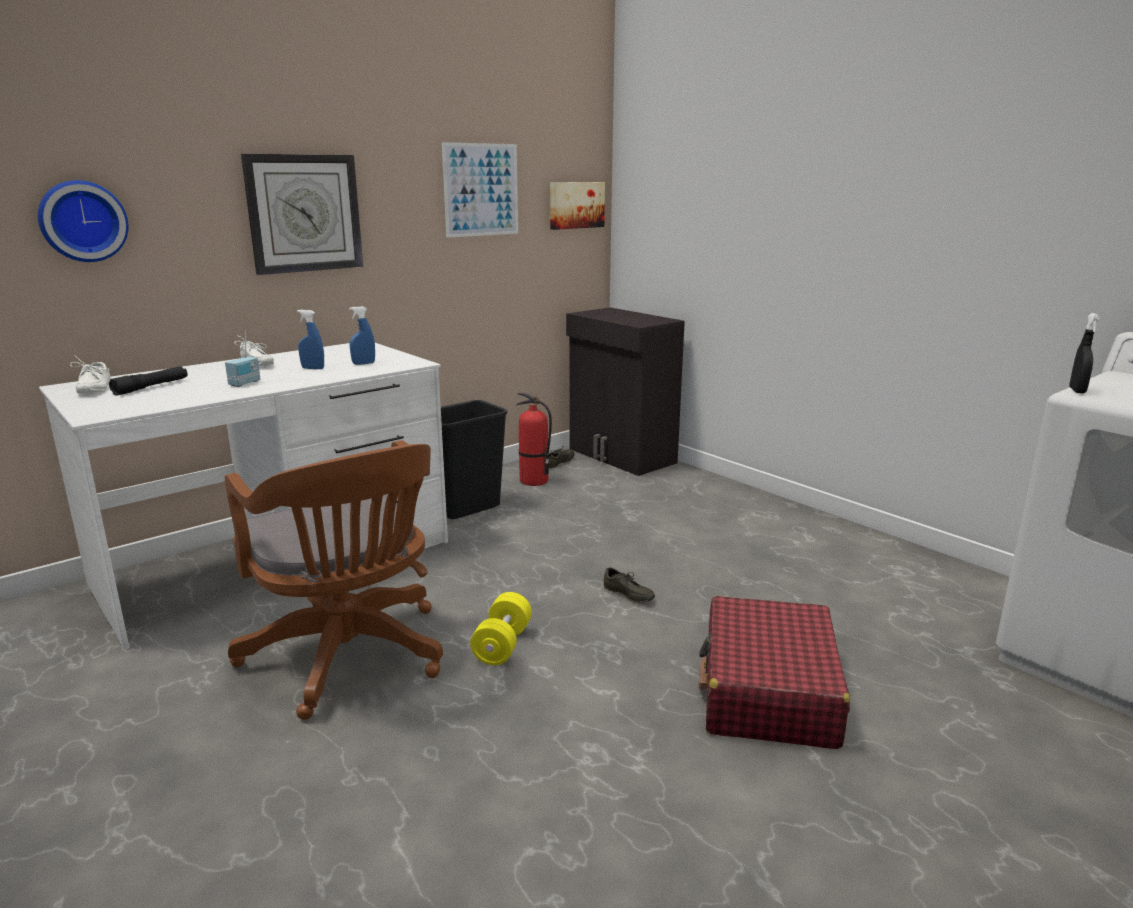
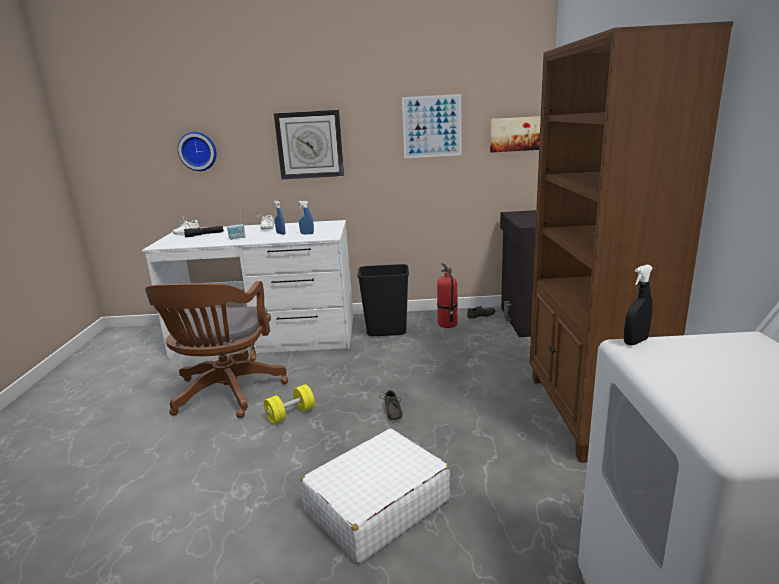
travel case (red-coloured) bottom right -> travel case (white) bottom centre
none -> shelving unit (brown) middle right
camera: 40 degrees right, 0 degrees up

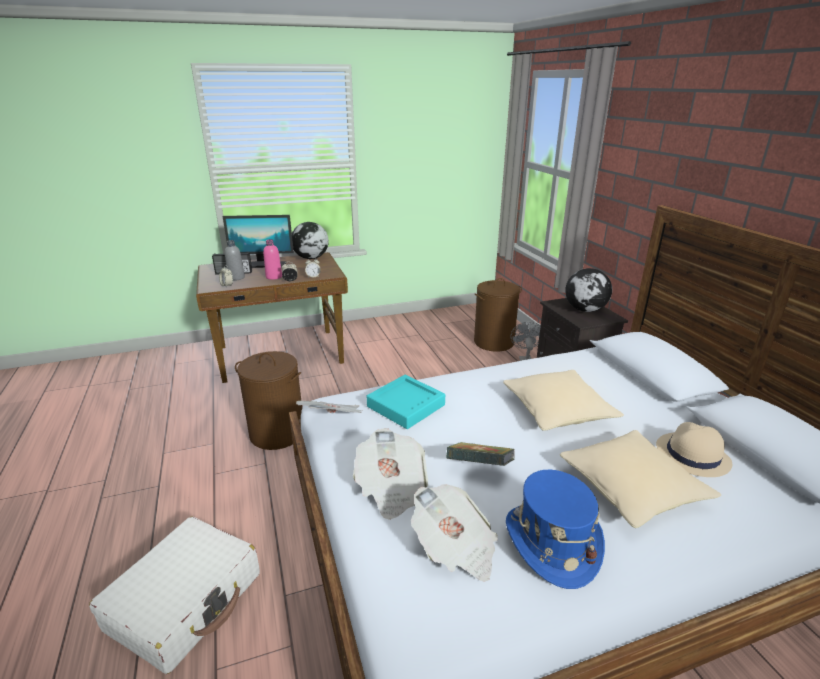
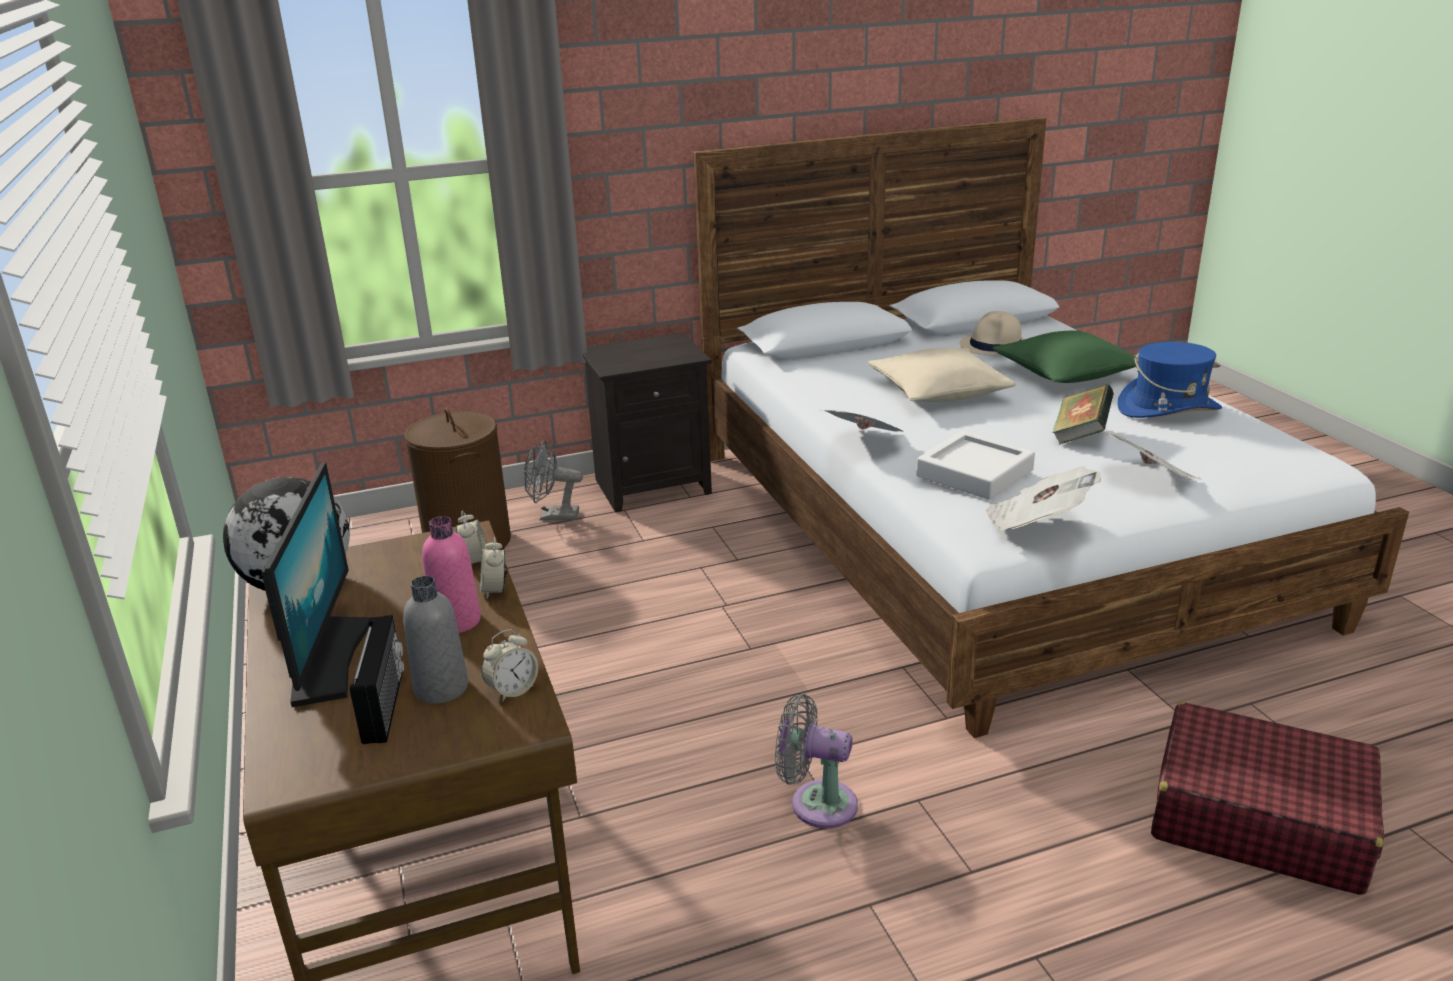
hamper (brown) (1st from left) middle left -> electric fan (greyish) (2nd from left) bottom centre
newspaper (3rd from left in the first image) bottom centre -> newspaper (1st from left) centre, move
tray (blue-green) centre -> tray (white) middle right
cushion (sand-coloured) (2nd from left) bottom right -> cushion (greenish) middle right
travel case (white) bottom left -> travel case (red-coloured) bottom right
globe (2nd from left) middle right -> none
camera: 90 degrees left, 0 degrees up

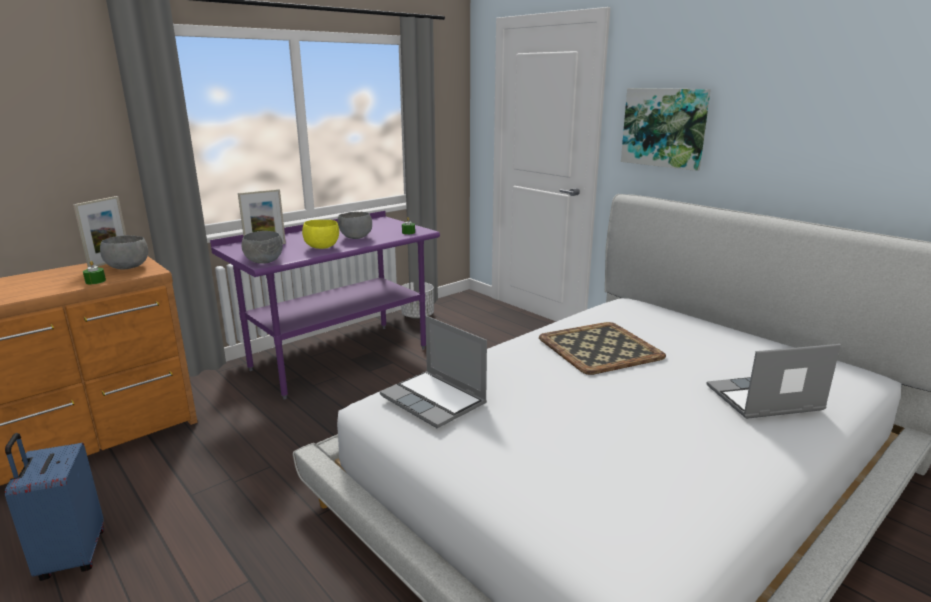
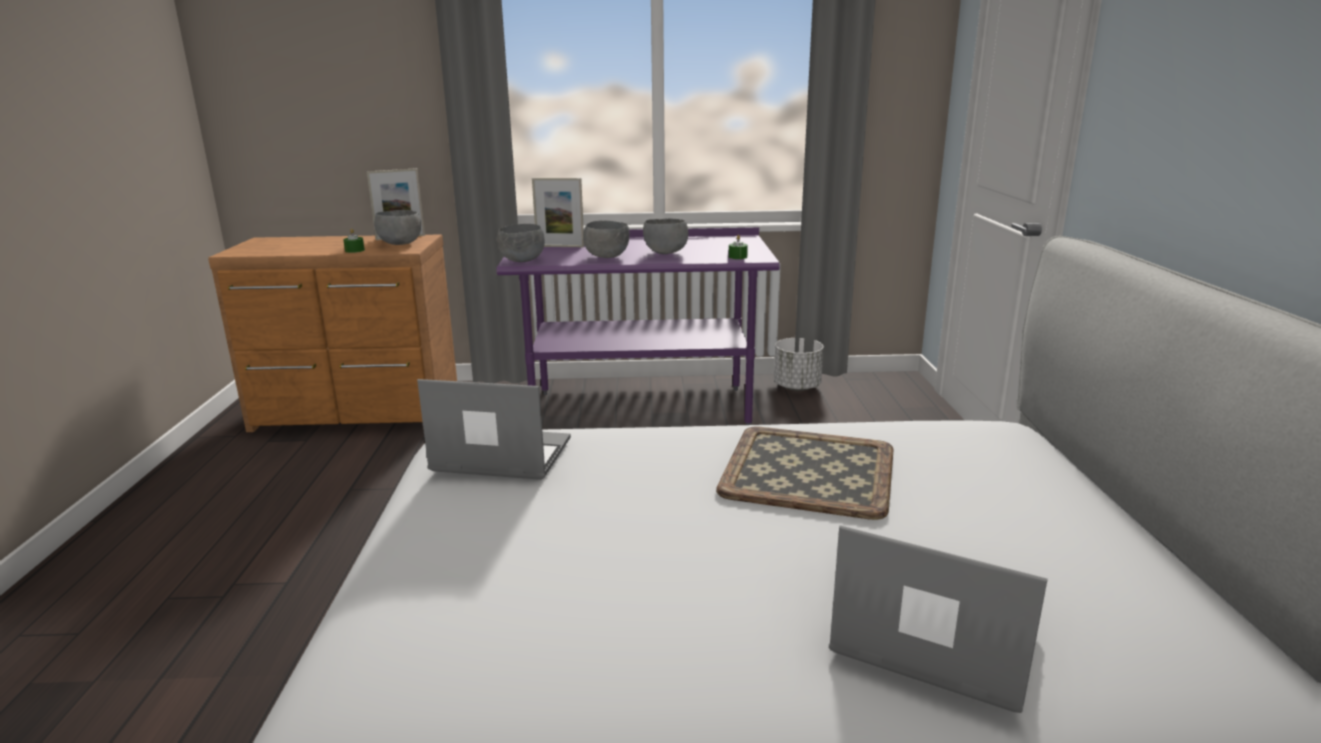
portable computer (1st from left) centre, 105 degrees clockwise
deep dish (yellow-coloured) centre -> deep dish (greyish) (3rd from left) top centre
travel case (bluish) bottom left -> none
wall art top right -> none
camera: 40 degrees right, 0 degrees up

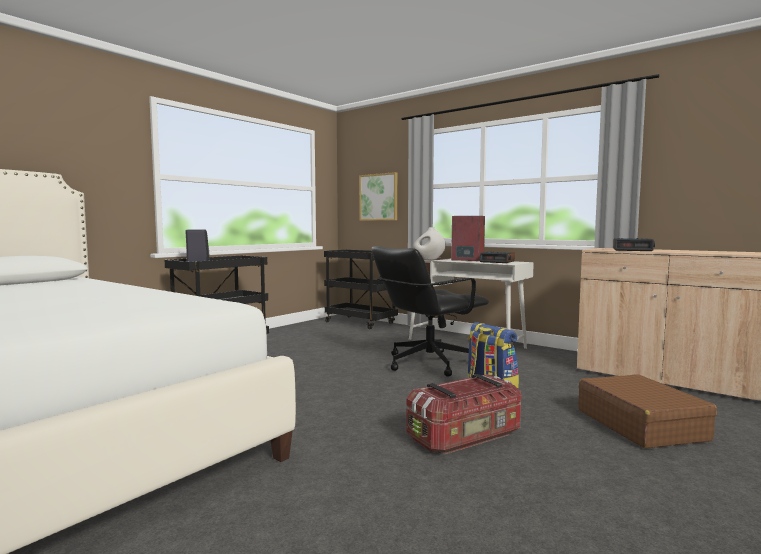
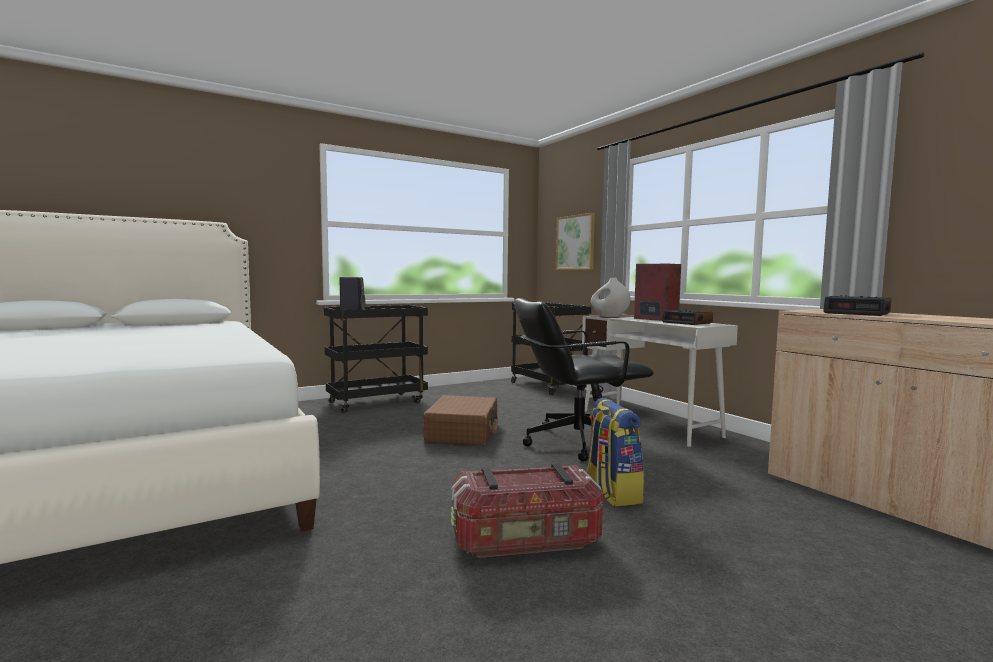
travel case (brown) bottom right -> travel case (brown) centre, move
camera: 20 degrees right, 0 degrees up

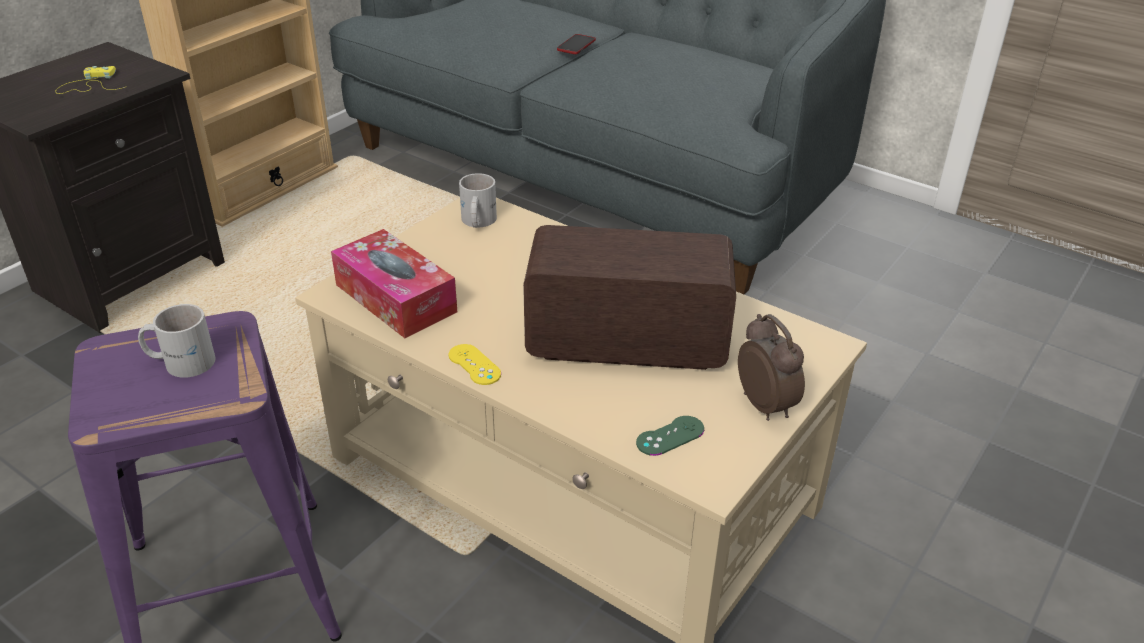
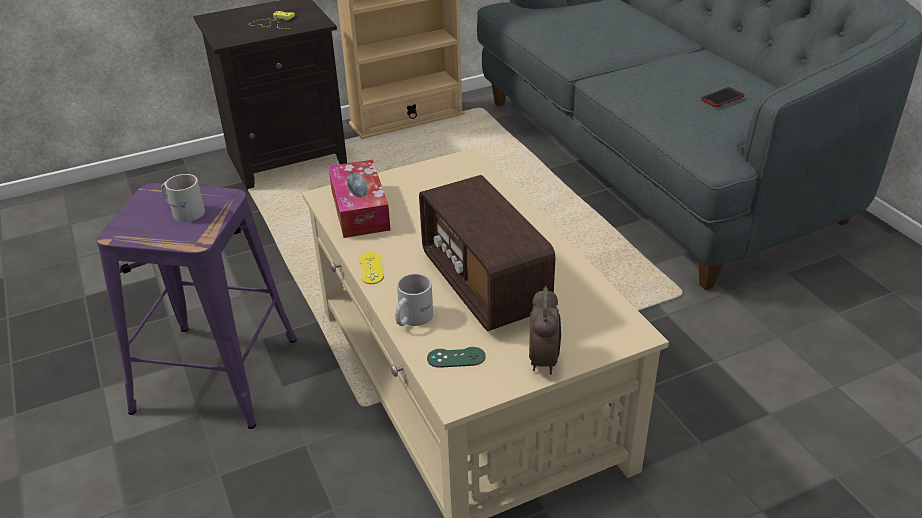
mug (white) (2nd from left) top centre -> mug (white) (2nd from left) centre, move
radio set centre, 150 degrees counterclockwise
telephone top centre -> telephone top right, move
camera: 30 degrees right, 0 degrees up

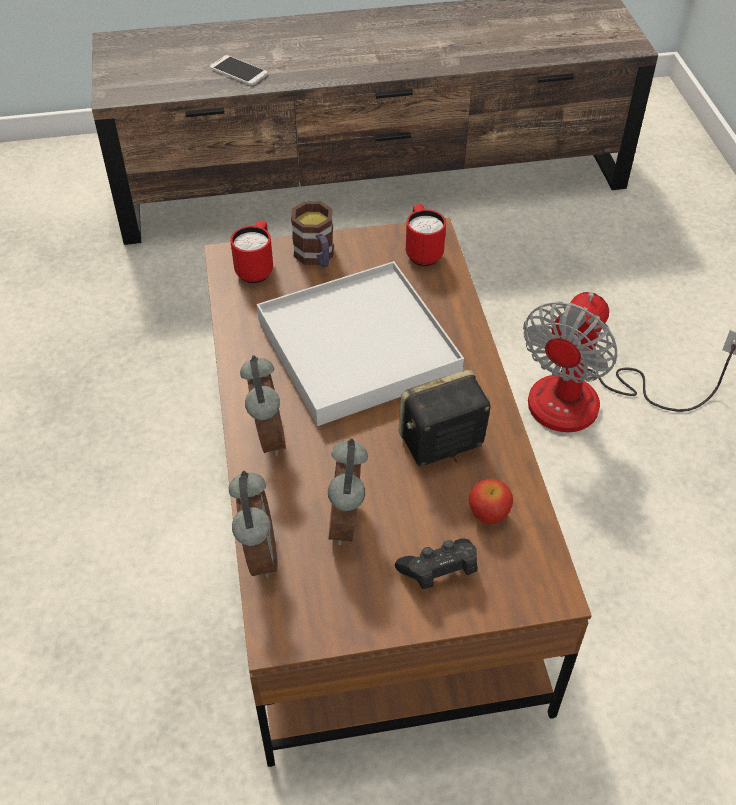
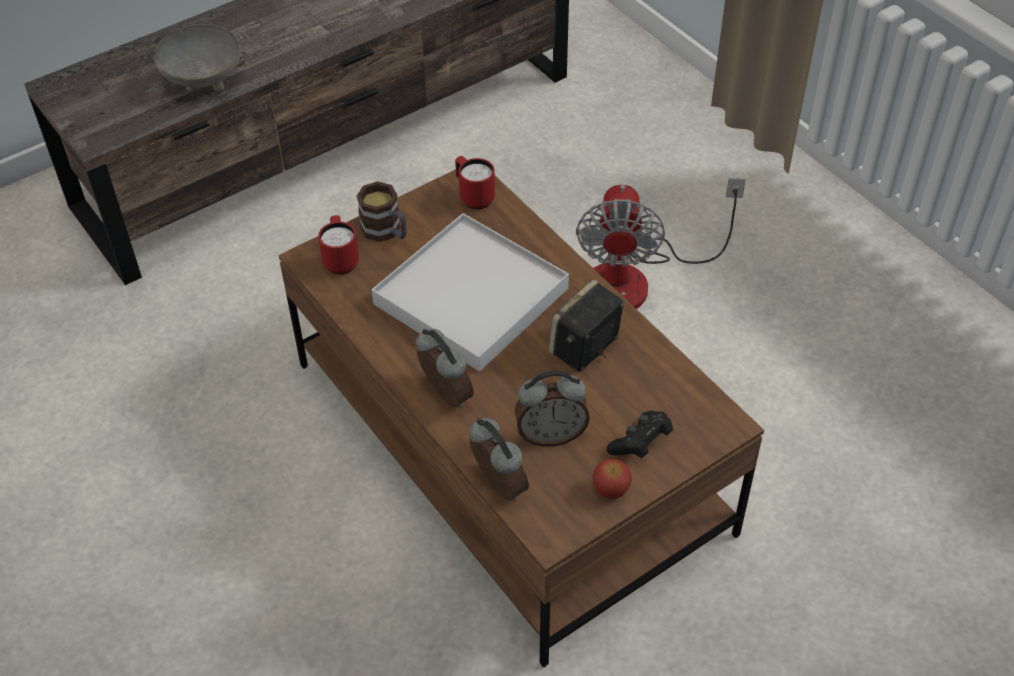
telephone top left -> deep dish (greyish) top left
bedside clock (3rd from left) centre, 75 degrees counterclockwise
whole apple middle right -> whole apple bottom centre, move
camera: 25 degrees left, 0 degrees up

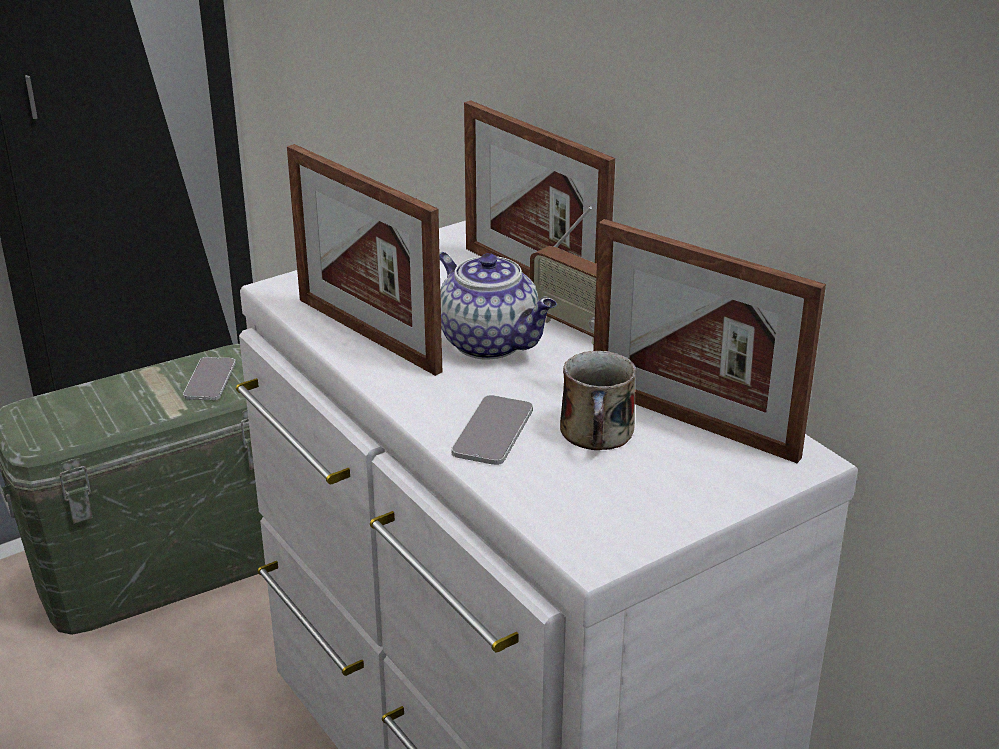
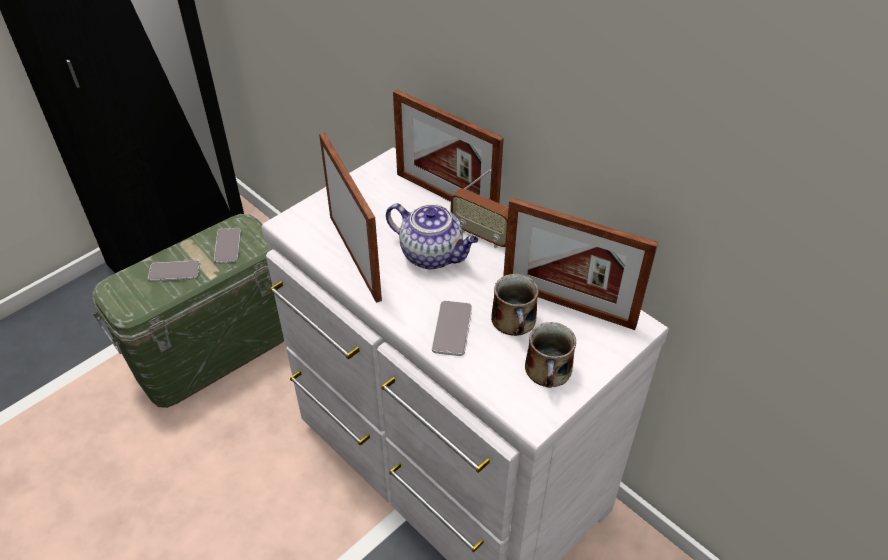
none -> telephone (1st from left) middle left
photo frame (1st from left) centre, 150 degrees counterclockwise
none -> mug (2nd from left) centre
camera: 10 degrees left, 15 degrees up

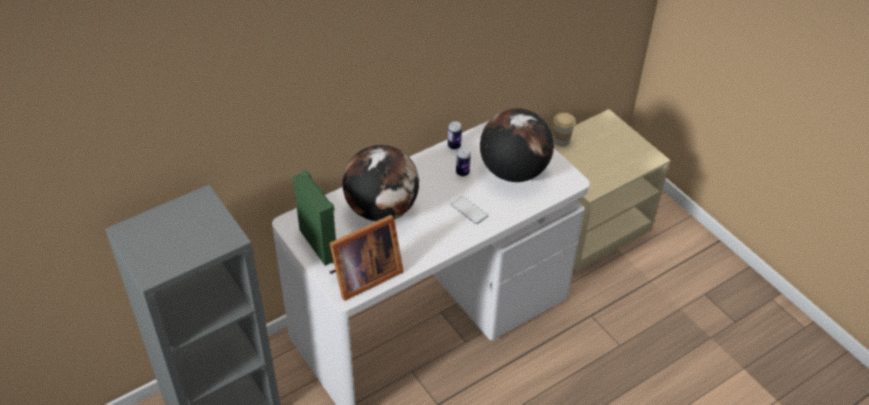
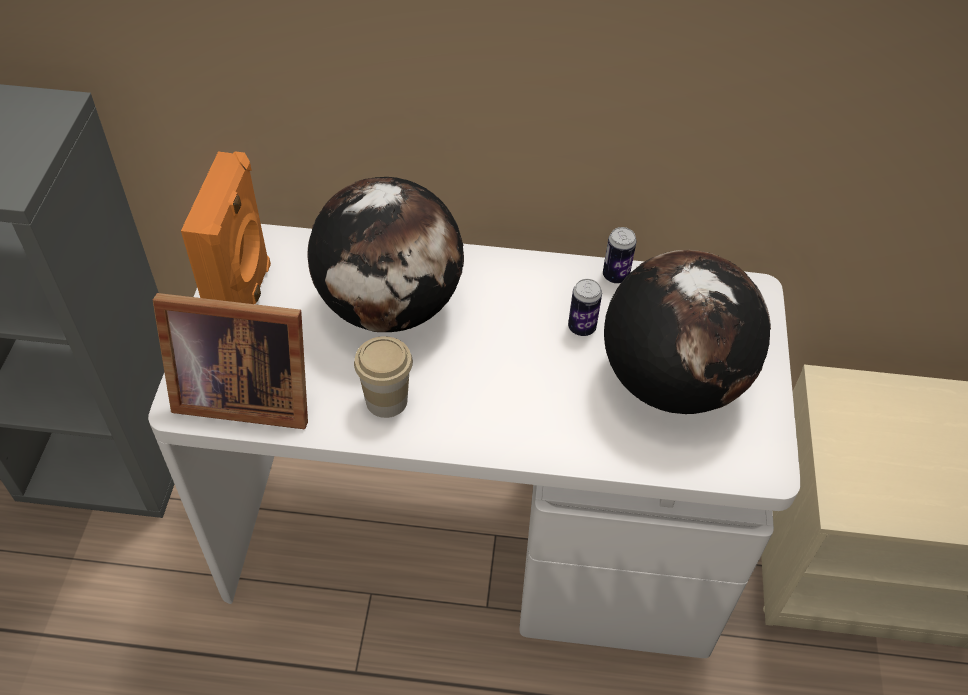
loudspeaker (greenish) centre -> loudspeaker (orange) top left
small cup top centre -> small cup centre, move
telephone centre -> none
camera: 40 degrees right, 5 degrees up

